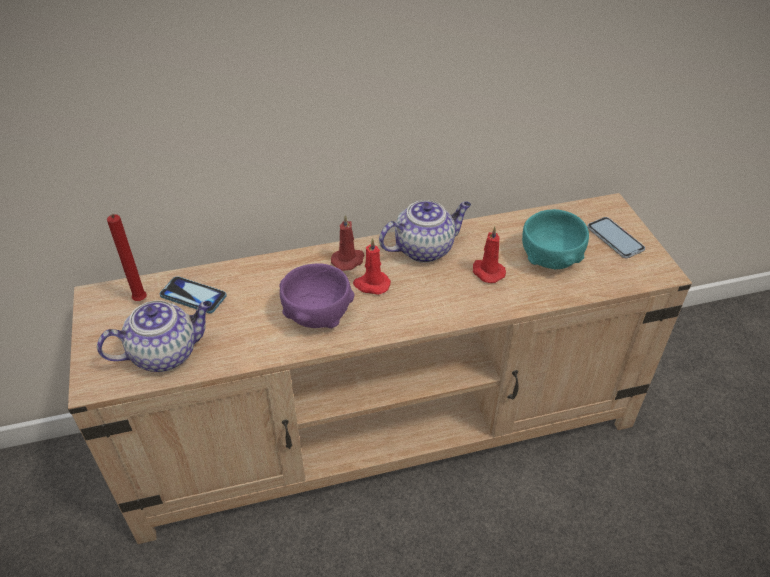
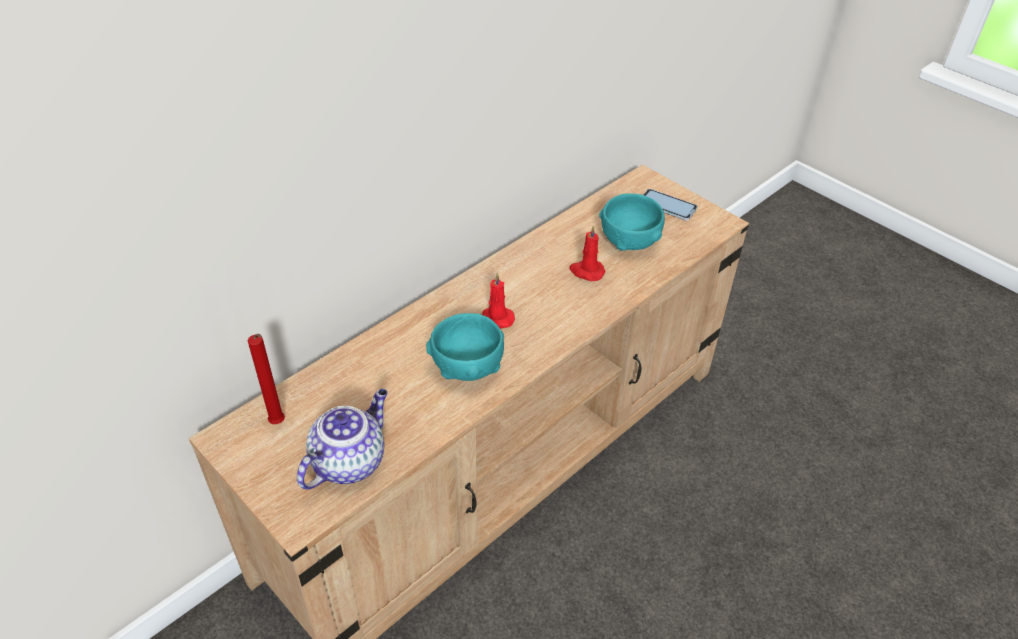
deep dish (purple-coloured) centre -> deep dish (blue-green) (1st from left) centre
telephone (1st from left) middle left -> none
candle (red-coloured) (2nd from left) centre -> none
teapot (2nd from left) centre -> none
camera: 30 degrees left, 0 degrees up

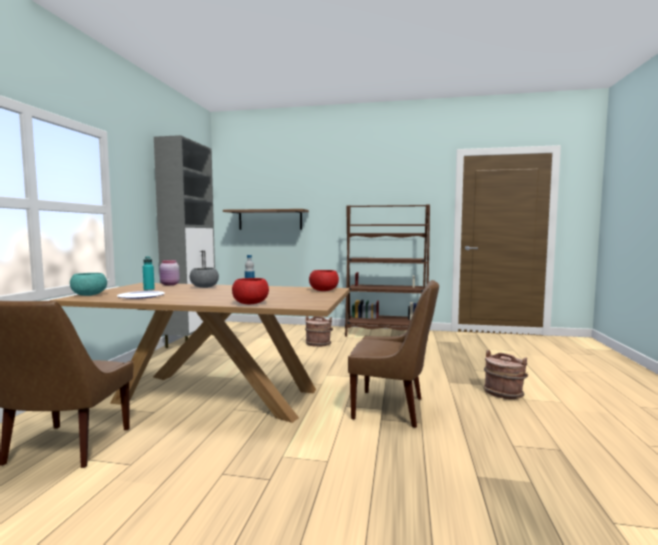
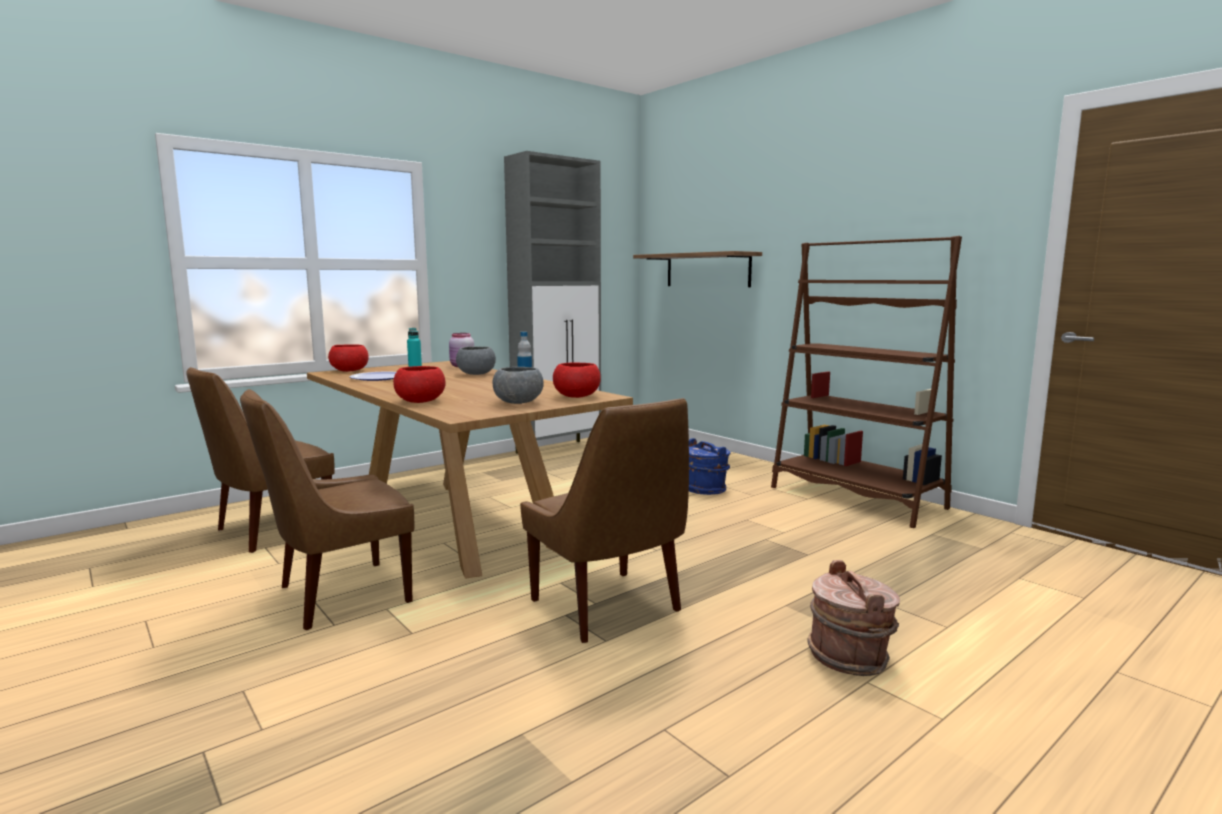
none -> plain chair (brown) (2nd from left) middle left
deep dish (blue-green) middle left -> deep dish (red-coloured) (1st from left) middle left
none -> deep dish (greyish) (2nd from left) centre
water bucket (brown) (1st from left) centre -> water bucket (bluish) centre
camera: 40 degrees right, 5 degrees up

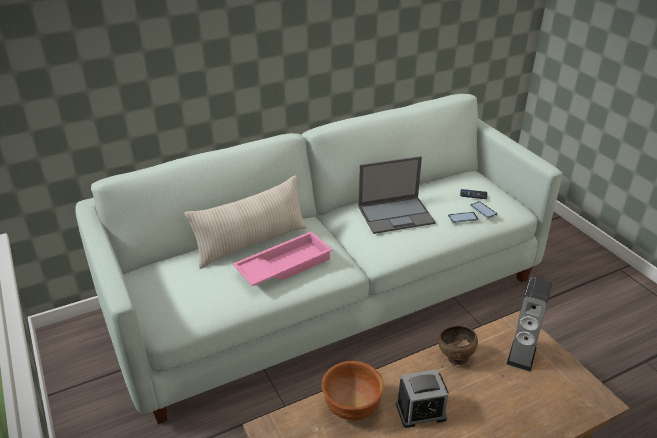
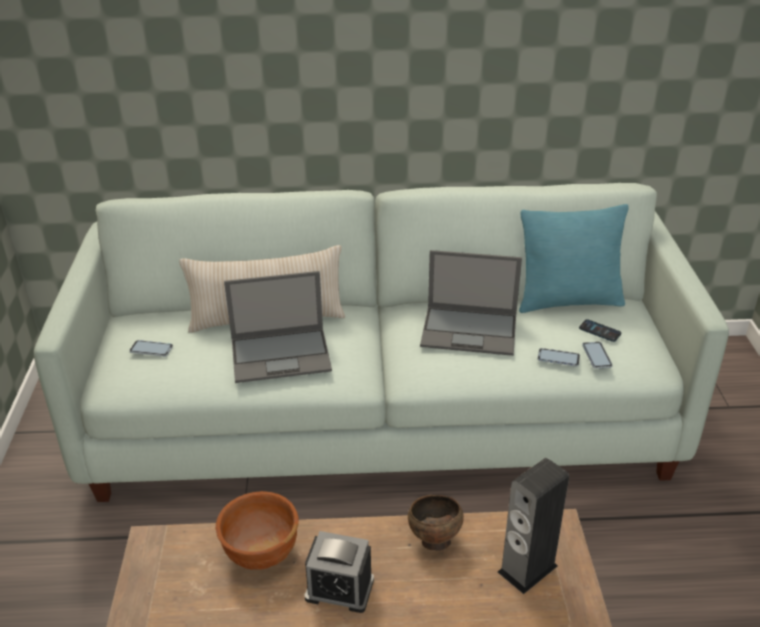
none -> telephone (1st from left) middle left
tray (pink-coloured) centre -> portable computer (1st from left) centre
none -> cushion (blue-green) middle right
camera: 25 degrees right, 0 degrees up

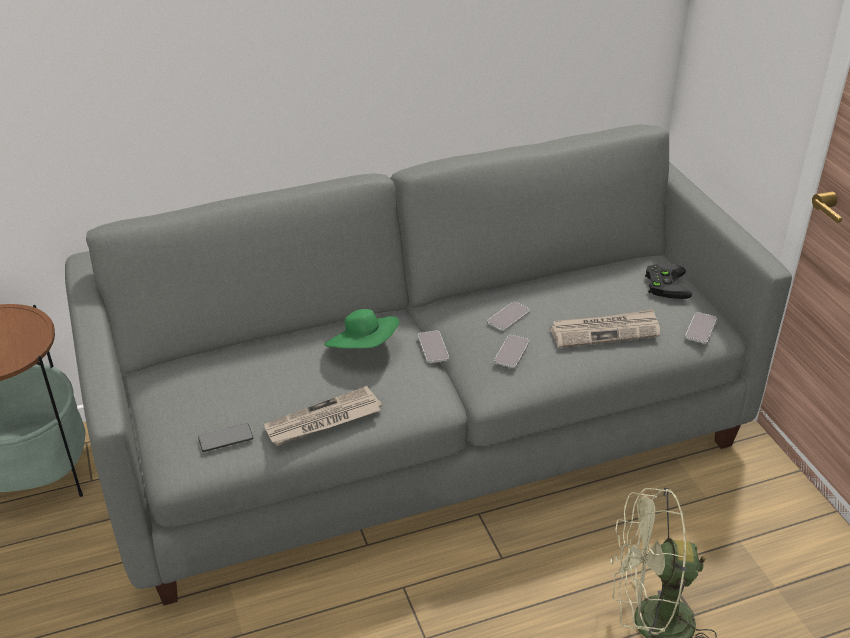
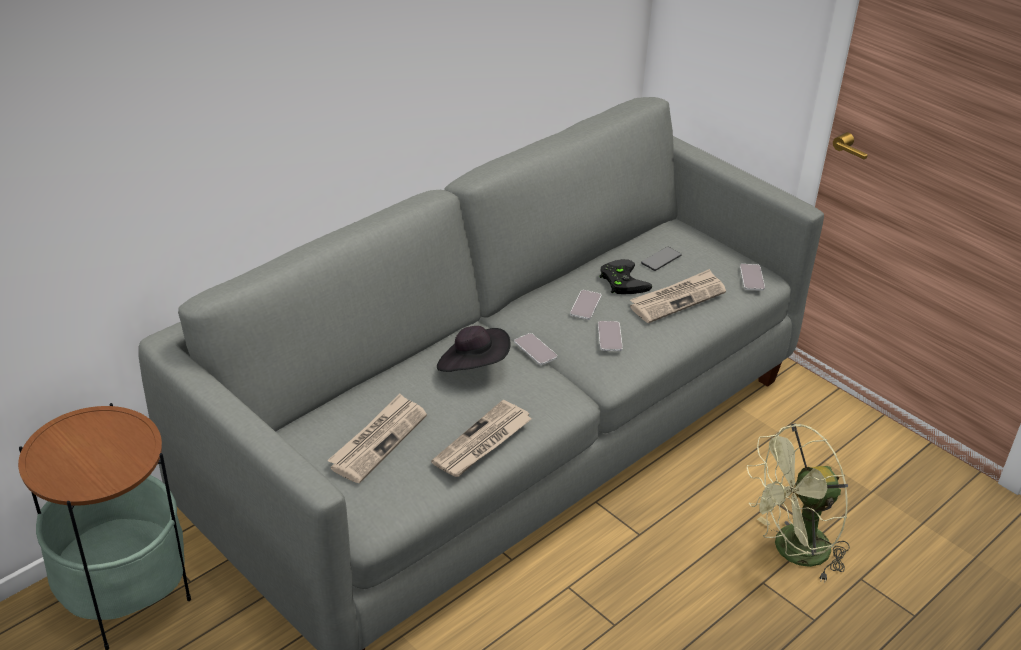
none -> newspaper (1st from left) bottom centre
wearable hat (greenish) centre -> wearable hat (black) centre
game controller (black) middle right -> game controller (black) centre, move
telephone (1st from left in the first image) bottom left -> telephone (4th from left) centre, move
camera: 25 degrees left, 0 degrees up

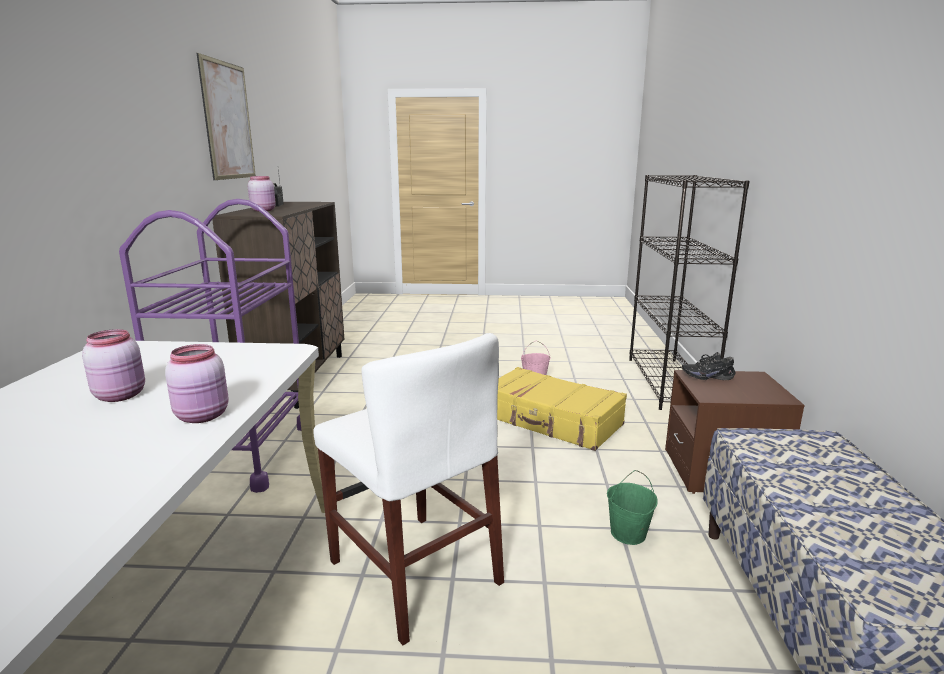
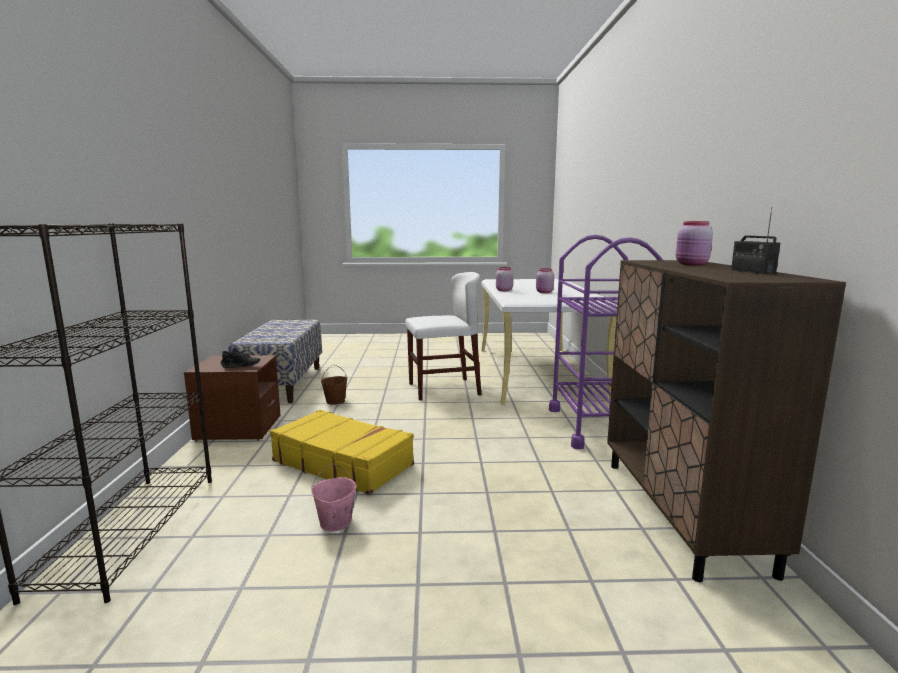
water bucket (greenish) bottom right -> water bucket (brown) centre
plain chair (white) bottom centre -> plain chair (white) centre, 120 degrees clockwise
wall art top left -> none
camera: 175 degrees right, 5 degrees down

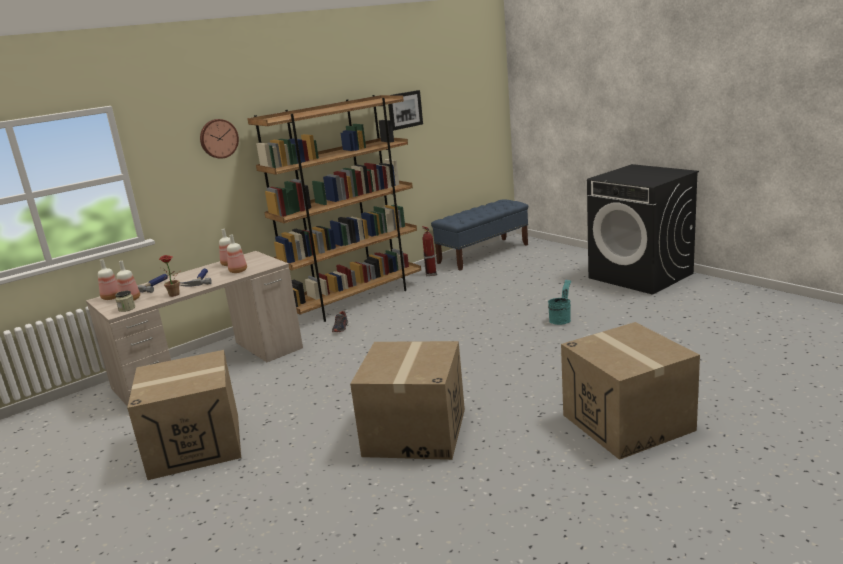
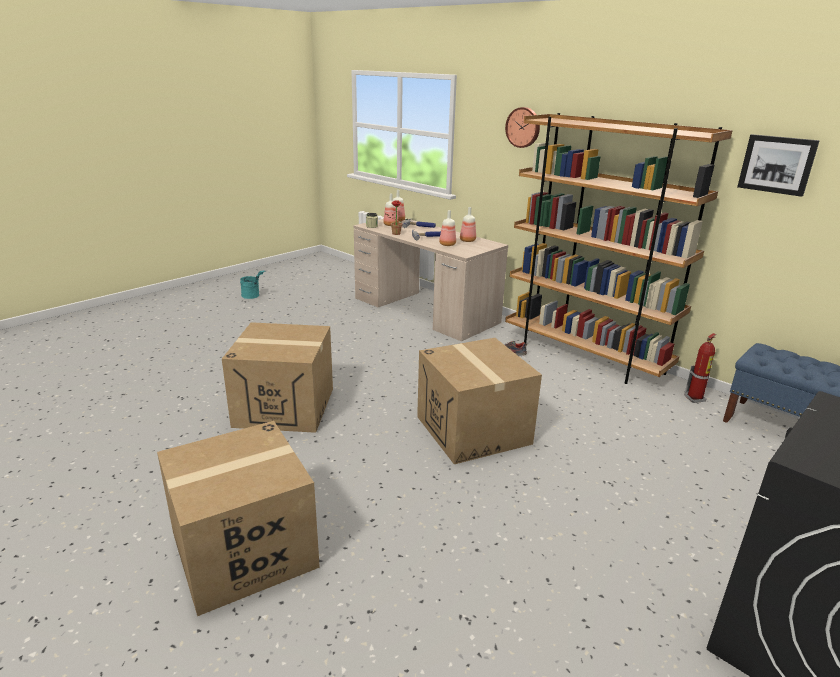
water bucket (blue-green) centre -> water bucket (blue-green) middle left, move
cardboard box (1st from left in the first image) bottom left -> cardboard box (3rd from left) centre, move
camera: 80 degrees right, 5 degrees up

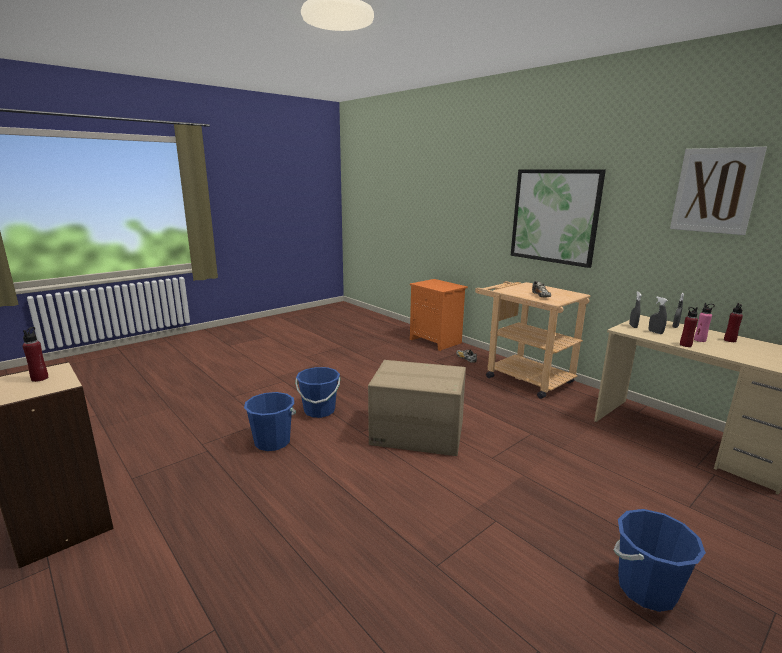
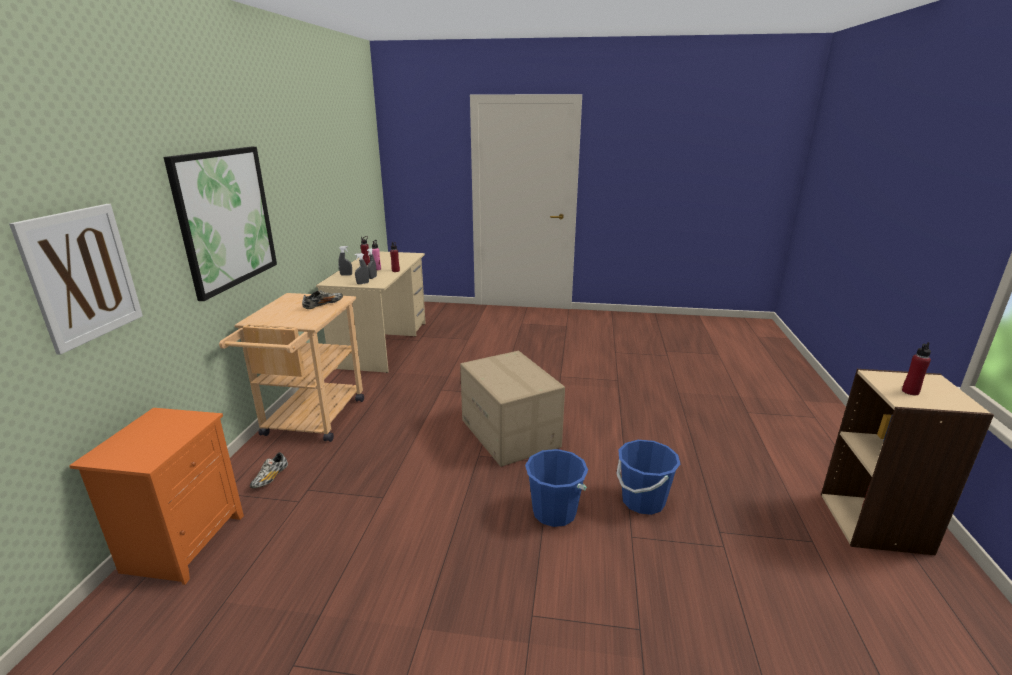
wall art (2nd from left in the first image) top right -> wall art (1st from left) middle left, move
water bucket (bluish) (3rd from left) bottom right -> none
camera: 130 degrees left, 5 degrees up

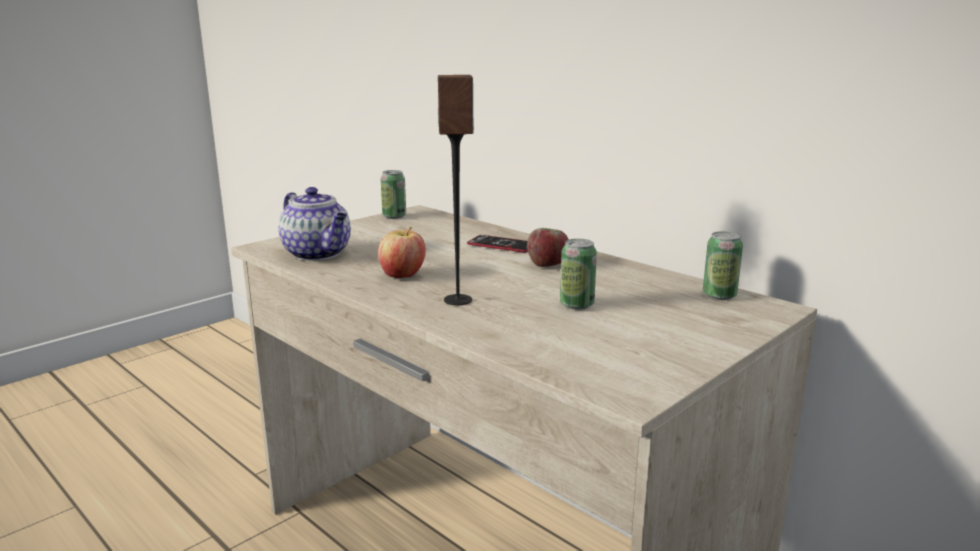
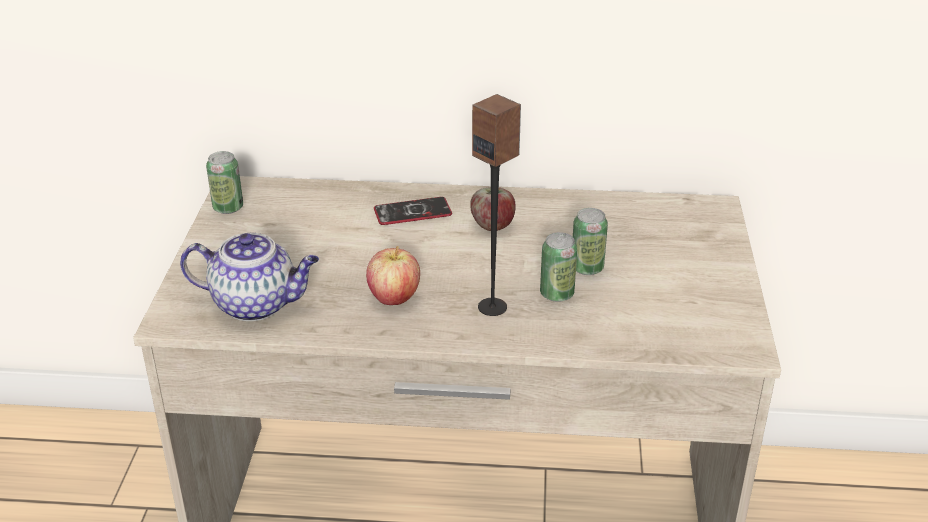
sealed can (3rd from left in the first image) middle right -> sealed can (2nd from left) centre, move
camera: 40 degrees left, 15 degrees up

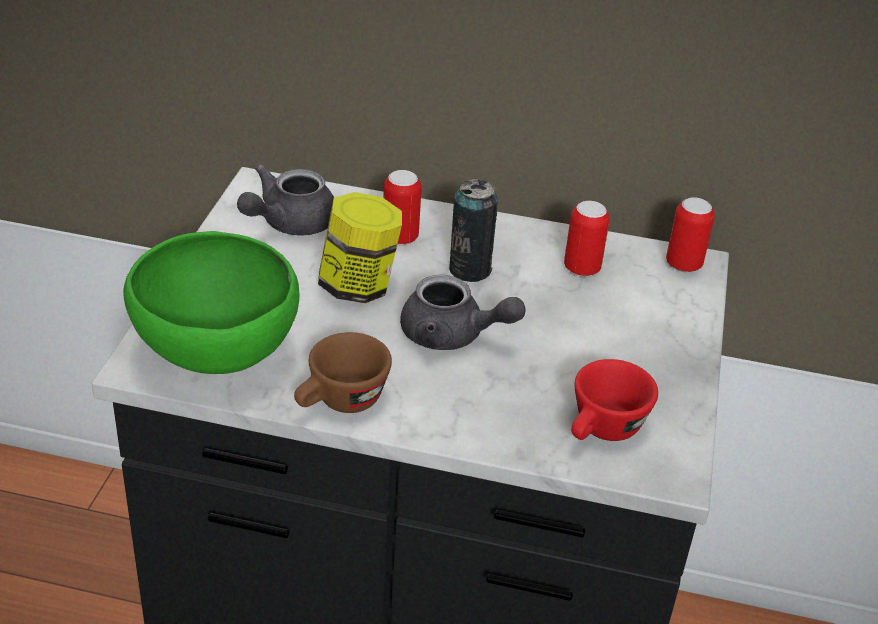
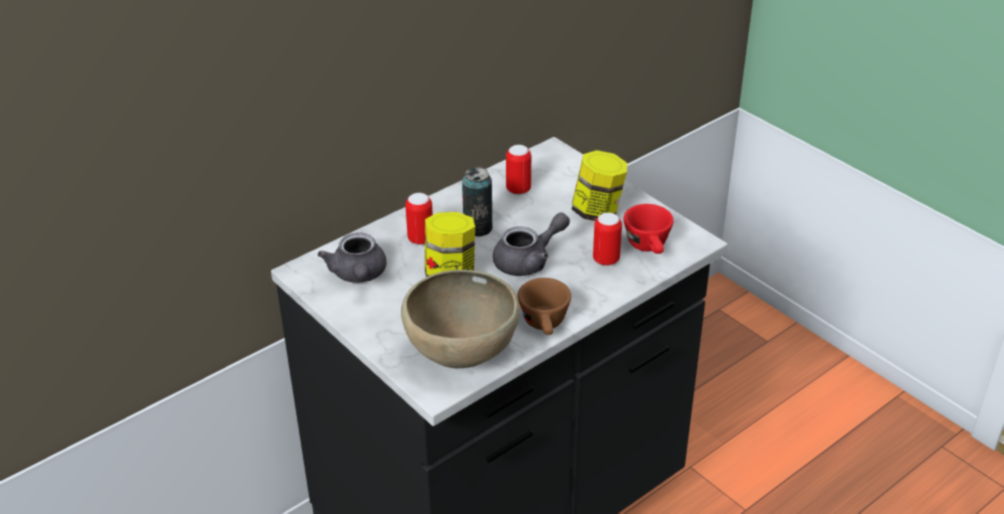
deep dish (greenish) middle left -> deep dish (brown) centre
none -> storage jar (2nd from left) centre
sealed can (4th from left) middle right -> sealed can (4th from left) centre, move
camera: 50 degrees left, 0 degrees up

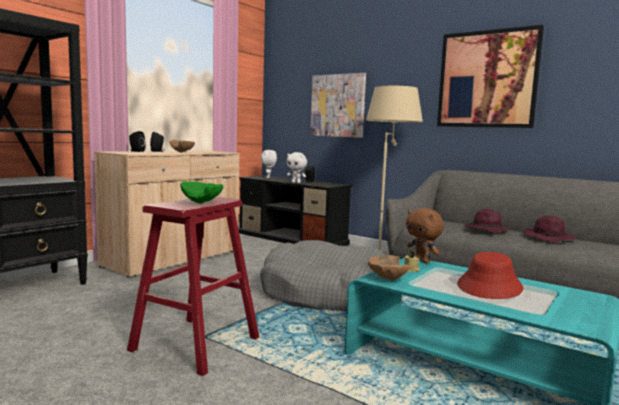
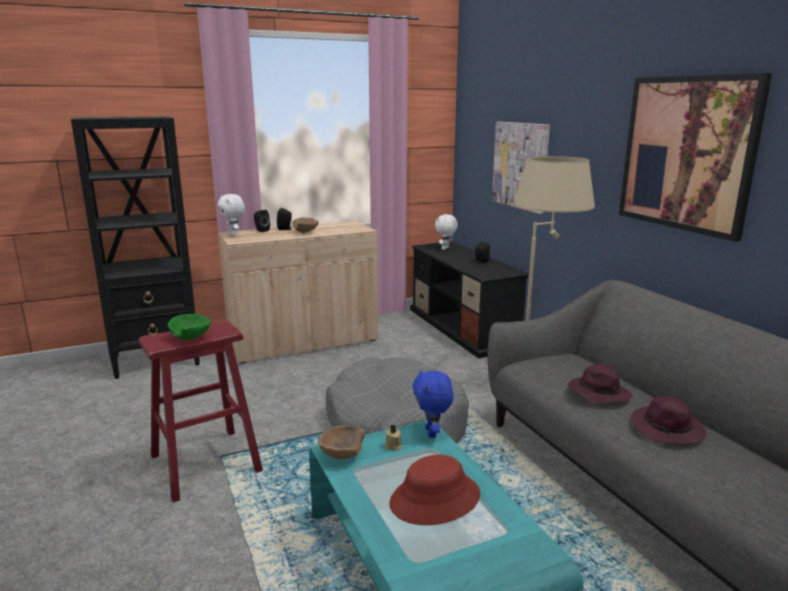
cuddly toy (white) (2nd from left in the first image) centre -> cuddly toy (white) (1st from left) middle left, move
cuddly toy (brown) middle right -> cuddly toy (bluish) bottom centre
camera: 30 degrees right, 10 degrees up

